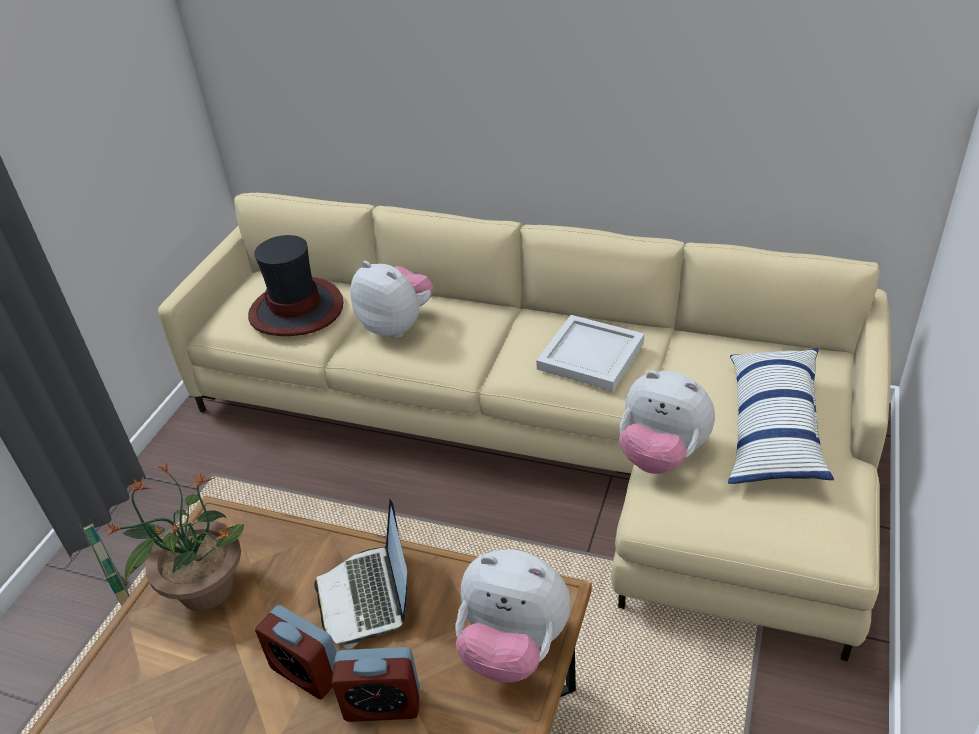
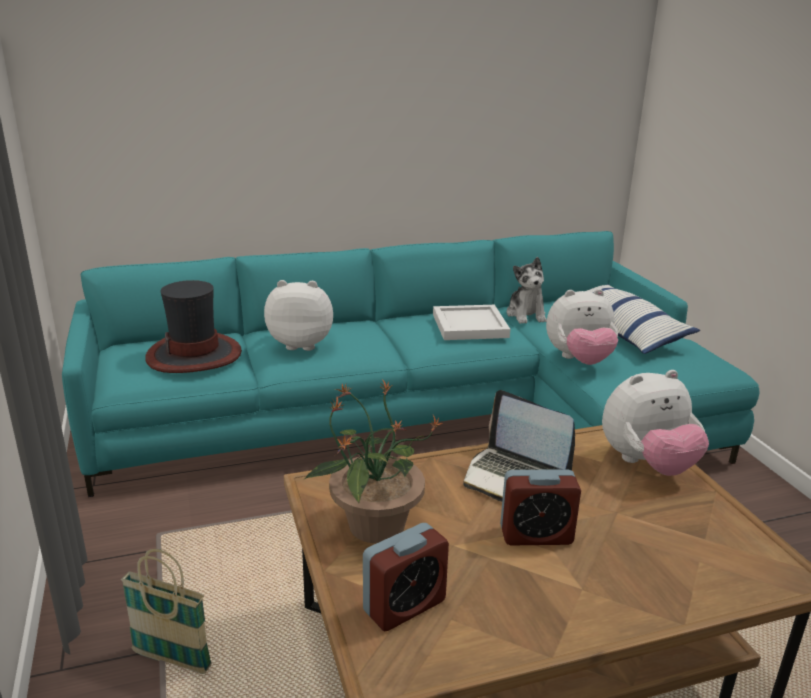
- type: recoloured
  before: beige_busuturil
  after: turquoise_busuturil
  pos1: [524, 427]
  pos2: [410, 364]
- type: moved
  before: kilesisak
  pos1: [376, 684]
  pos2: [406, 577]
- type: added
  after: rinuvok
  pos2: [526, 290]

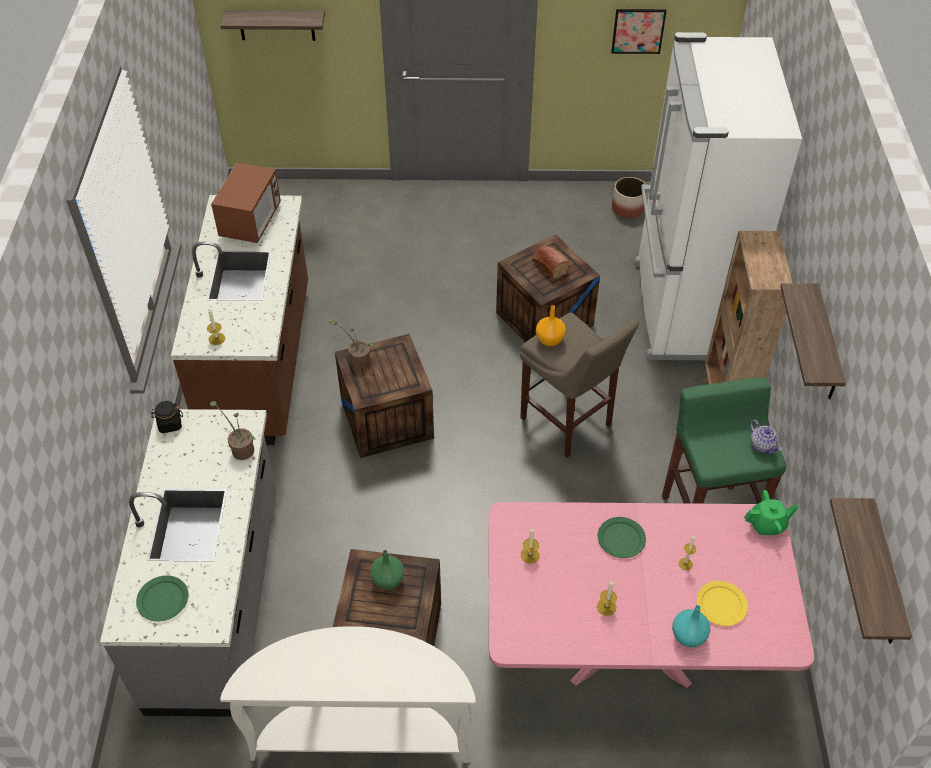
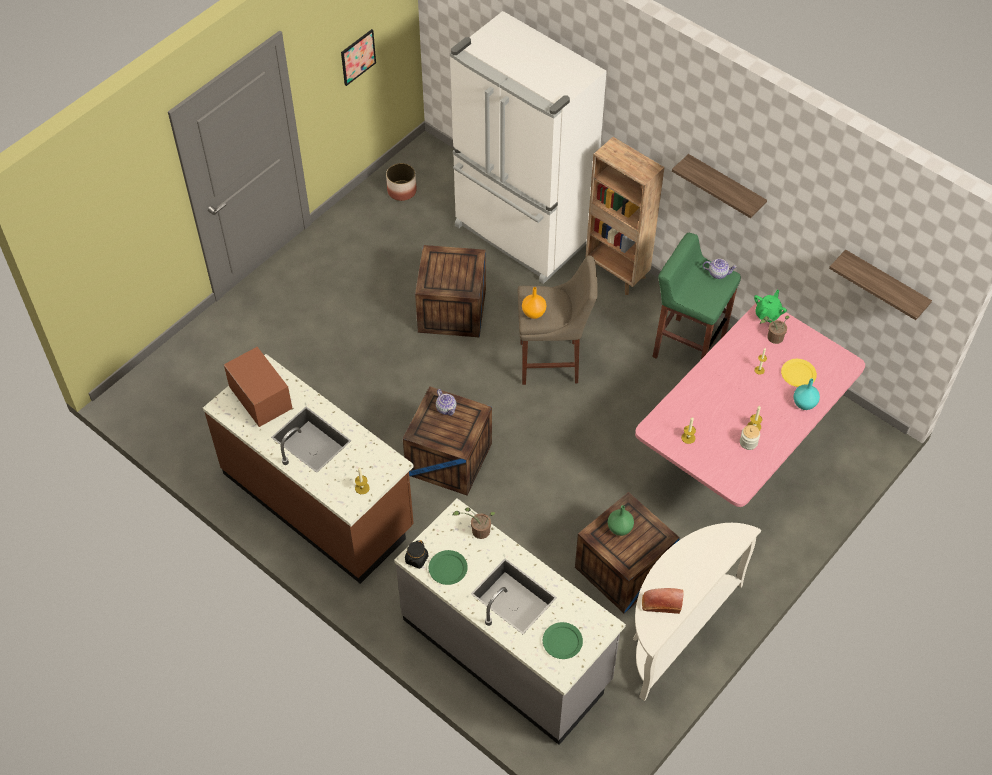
- type: moved
  before: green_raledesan
  pos1: [622, 537]
  pos2: [448, 567]
- type: added
  after: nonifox
  pos2: [446, 402]
- type: moved
  before: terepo
  pos1: [550, 263]
  pos2: [663, 601]
- type: added
  after: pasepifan
  pos2: [750, 437]
- type: moved
  before: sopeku
  pos1: [352, 345]
  pos2: [774, 330]
- type: removed
  before: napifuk
  pos1: [272, 25]

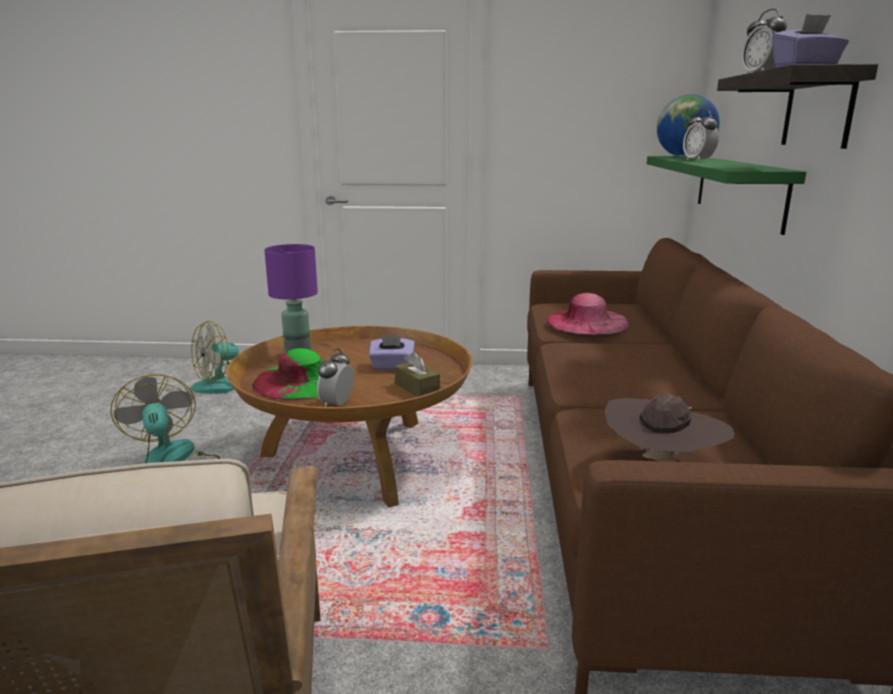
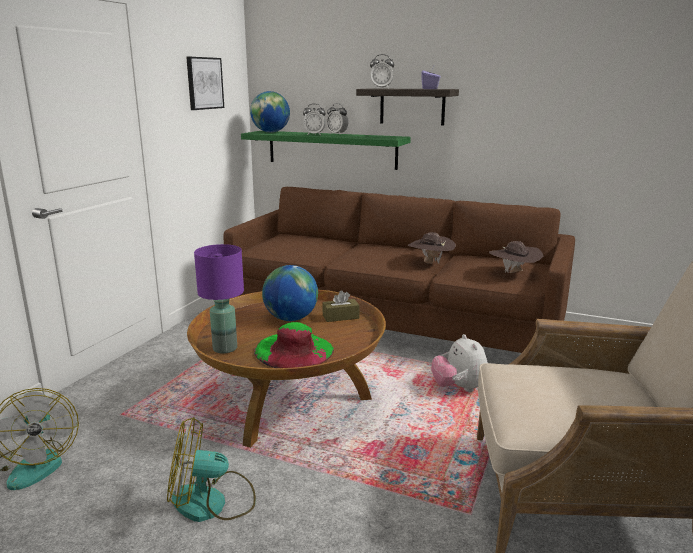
- type: added
  after: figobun
  pos2: [205, 83]
- type: replaced
  before: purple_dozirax
  after: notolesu
  pos1: [392, 352]
  pos2: [290, 293]
- type: moved
  before: kilesisak
  pos1: [335, 377]
  pos2: [337, 118]
- type: added
  after: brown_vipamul
  pos2: [431, 248]
- type: added
  after: rinuvok
  pos2: [459, 363]
- type: removed
  before: pink_vipamul
  pos1: [588, 313]

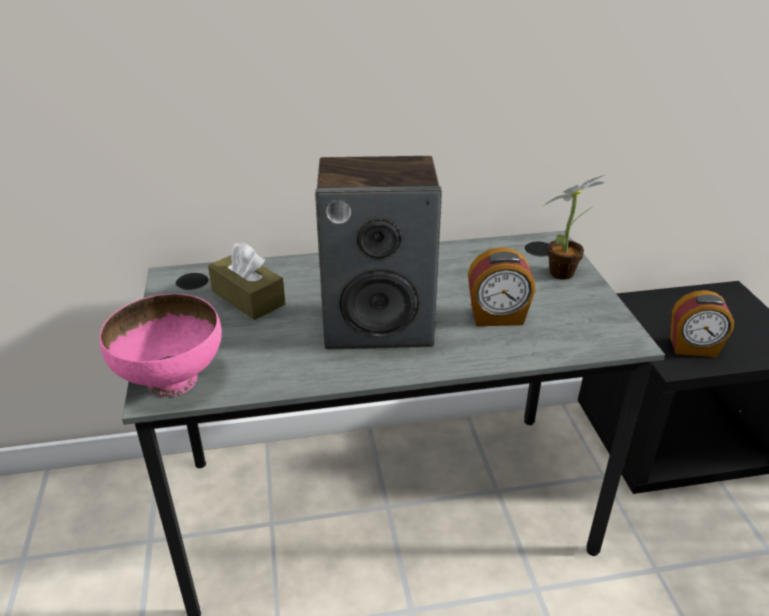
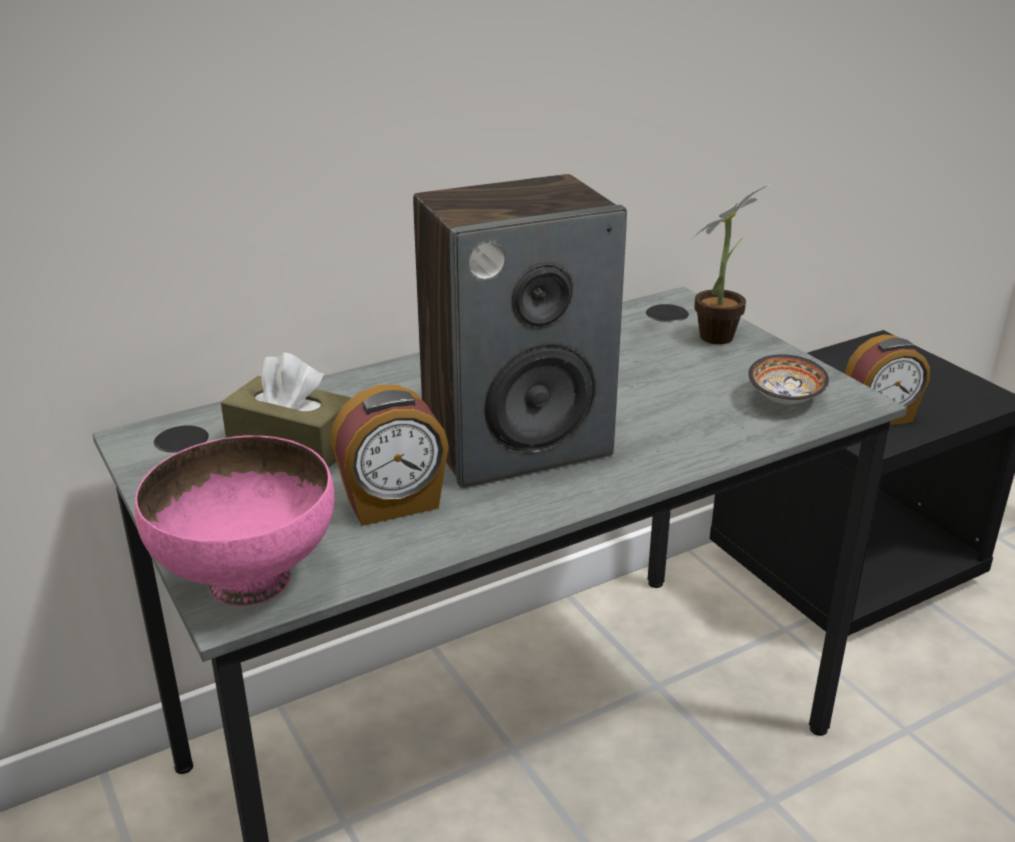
- type: moved
  before: kilesisak
  pos1: [502, 286]
  pos2: [390, 455]
- type: added
  after: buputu
  pos2: [788, 379]

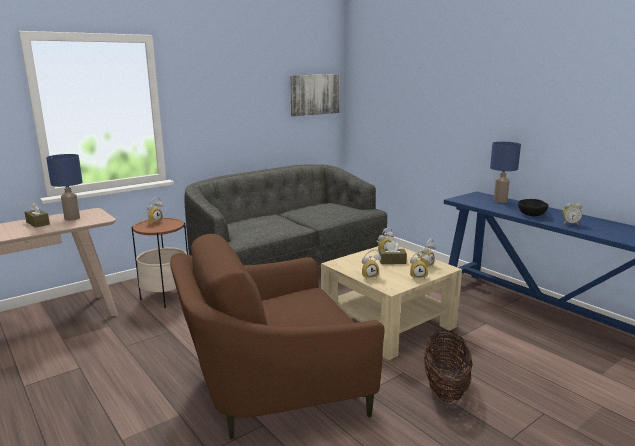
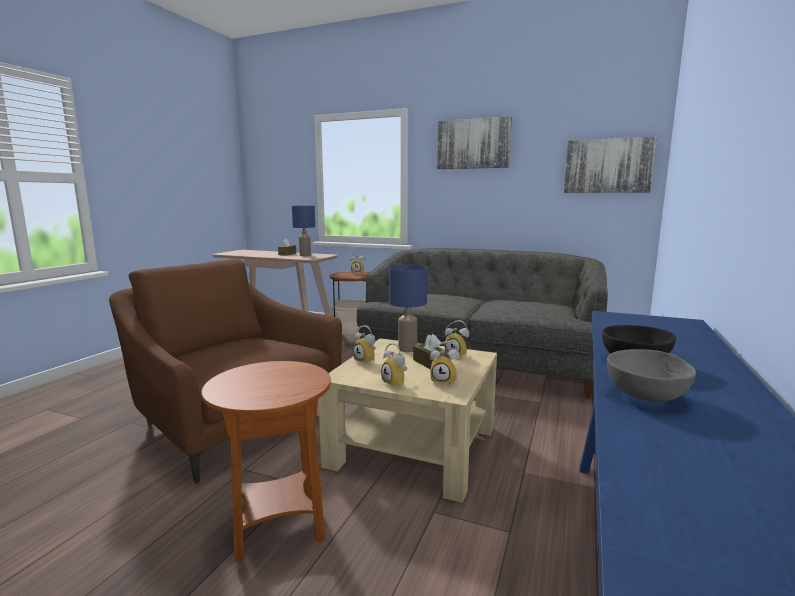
- type: replaced
  before: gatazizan
  after: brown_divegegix
  pos1: [448, 366]
  pos2: [266, 462]
- type: moved
  before: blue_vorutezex
  pos1: [505, 172]
  pos2: [408, 308]
- type: added
  after: figobun
  pos2: [474, 142]
- type: replaced
  before: kilesisak
  after: grey_buputu
  pos1: [572, 214]
  pos2: [651, 375]

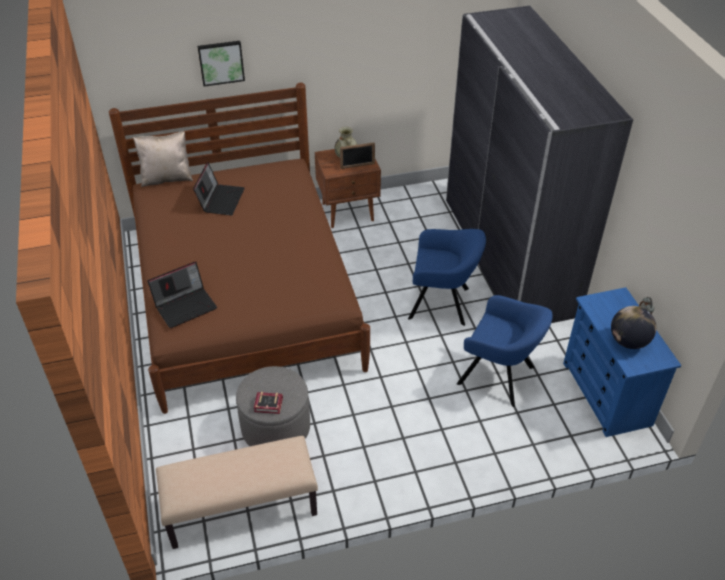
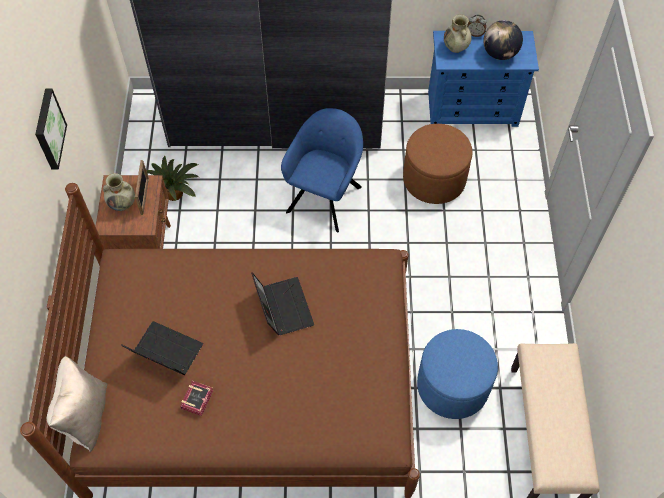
- type: moved
  before: figobun
  pos1: [221, 64]
  pos2: [51, 129]
- type: added
  after: sopeku
  pos2: [172, 178]
- type: moved
  before: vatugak
  pos1: [268, 403]
  pos2: [197, 398]
- type: moved
  before: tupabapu
  pos1: [182, 294]
  pos2: [282, 303]
- type: replaced
  before: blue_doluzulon
  after: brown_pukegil
  pos1: [505, 351]
  pos2: [437, 164]
- type: recoloured
  before: grey_pukegil
  after: blue_pukegil
  pos1: [273, 406]
  pos2: [457, 374]
- type: added
  after: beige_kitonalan
  pos2: [458, 34]

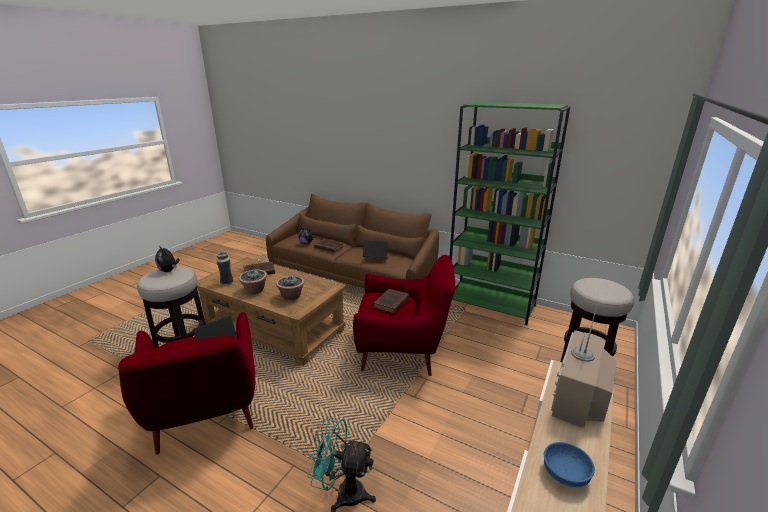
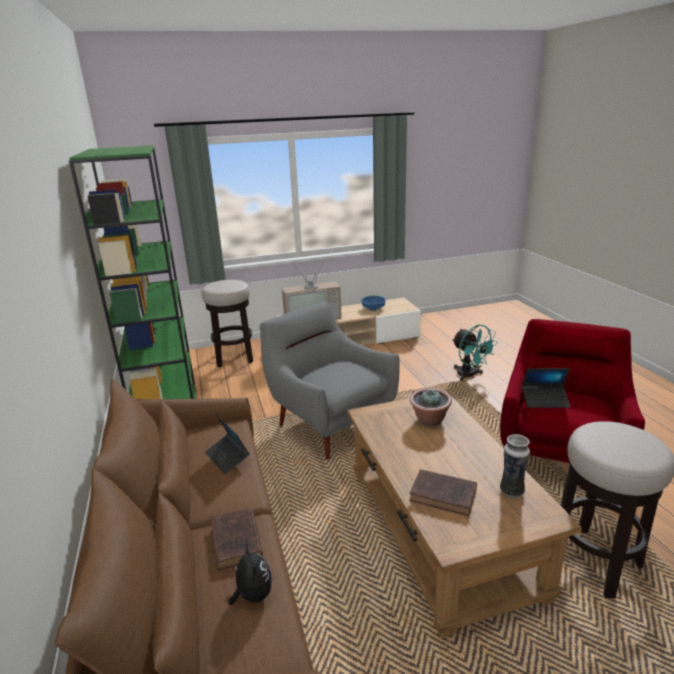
- type: recoloured
  before: red_doluzulon
  after: grey_doluzulon
  pos1: [404, 315]
  pos2: [330, 381]
- type: removed
  before: rinuvok
  pos1: [167, 258]
- type: removed
  before: sopeku
  pos1: [253, 281]
- type: removed
  before: brown_vatugak
  pos1: [391, 301]

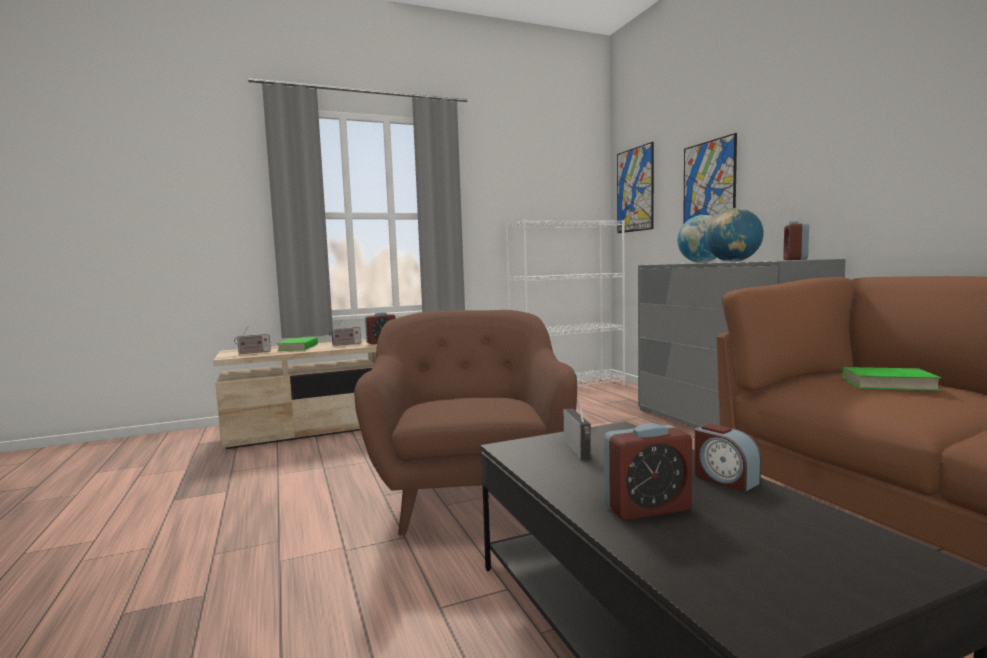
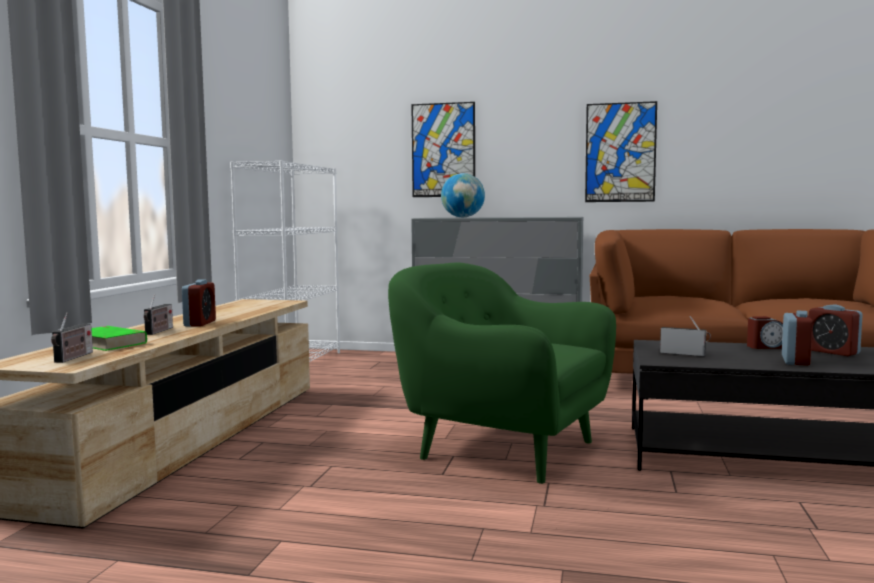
- type: recoloured
  before: brown_doluzulon
  after: green_doluzulon
  pos1: [465, 423]
  pos2: [502, 373]
- type: moved
  before: figobun
  pos1: [635, 187]
  pos2: [621, 151]
- type: moved
  before: kilesisak
  pos1: [796, 240]
  pos2: [836, 330]
- type: removed
  before: notolesu
  pos1: [735, 235]
- type: removed
  before: green_vatugak
  pos1: [887, 379]

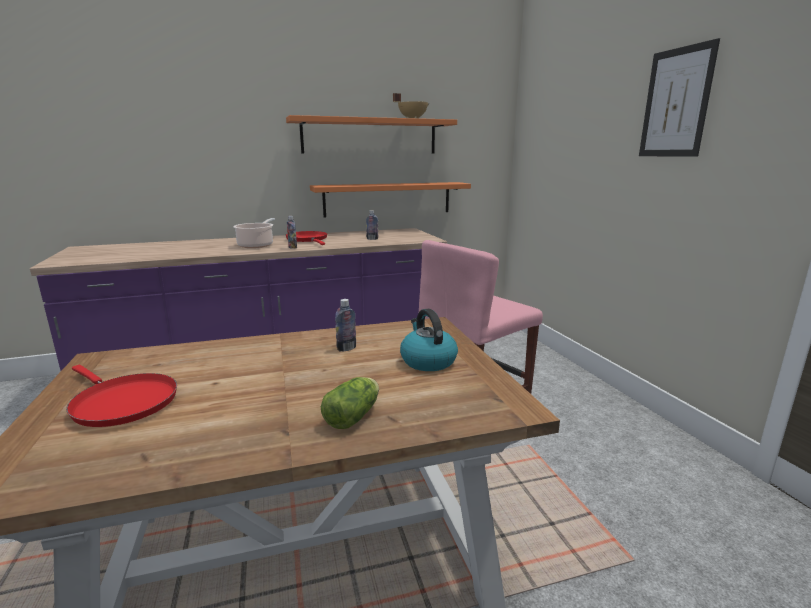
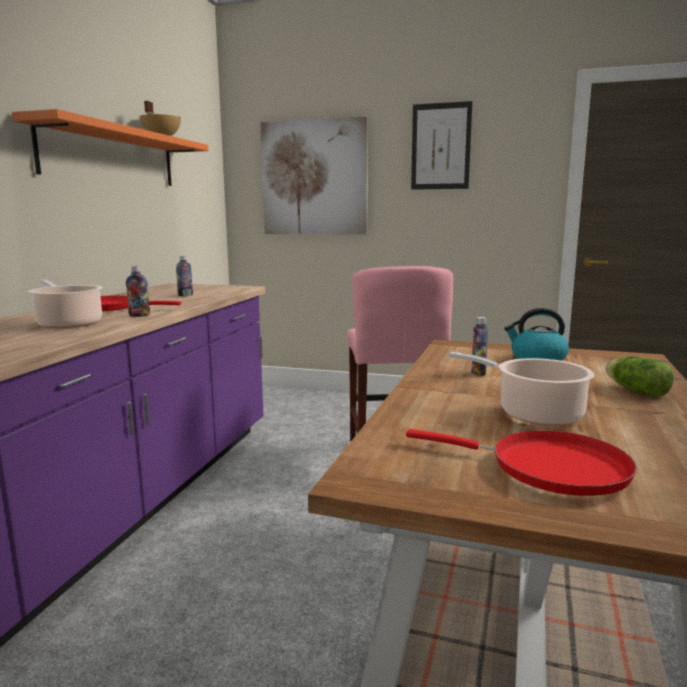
- type: added
  after: figobun
  pos2: [314, 175]
- type: turned
  before: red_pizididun
  pos1: [121, 396]
  pos2: [521, 462]
  turn: 45
- type: added
  after: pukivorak
  pos2: [521, 389]
- type: removed
  before: orange_napifuk
  pos1: [390, 199]

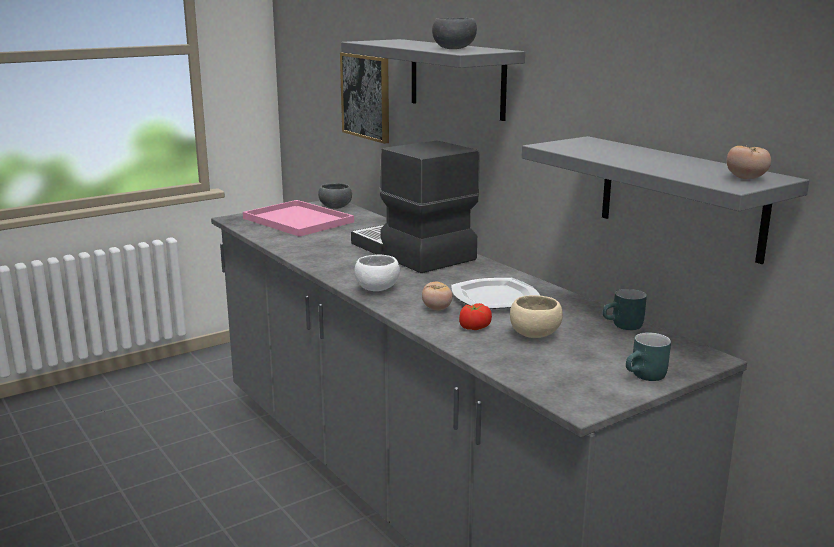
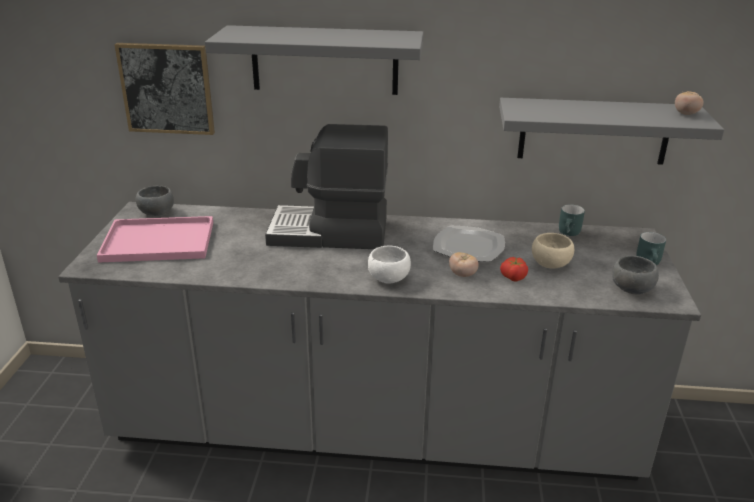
- type: moved
  before: grey_buputu
  pos1: [454, 33]
  pos2: [635, 274]

